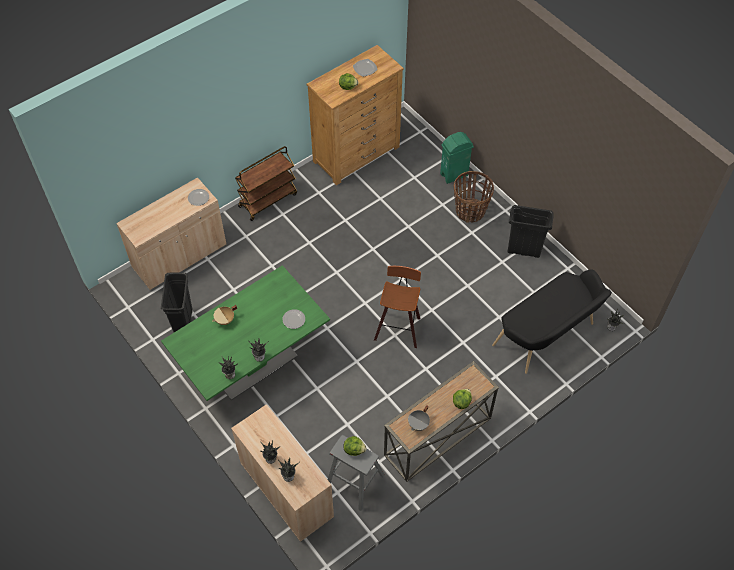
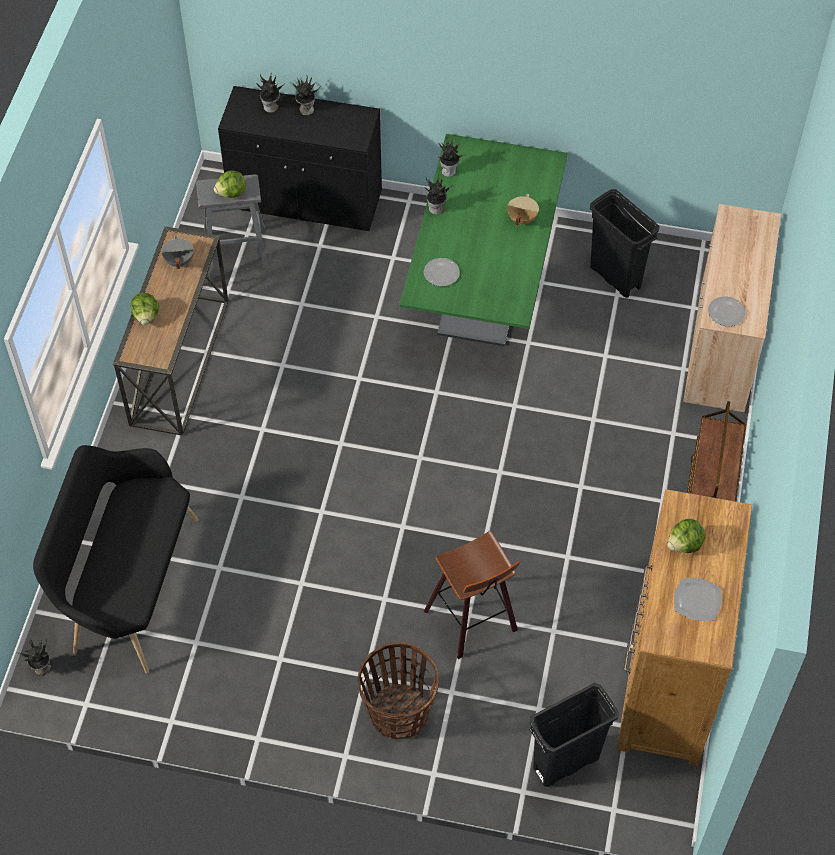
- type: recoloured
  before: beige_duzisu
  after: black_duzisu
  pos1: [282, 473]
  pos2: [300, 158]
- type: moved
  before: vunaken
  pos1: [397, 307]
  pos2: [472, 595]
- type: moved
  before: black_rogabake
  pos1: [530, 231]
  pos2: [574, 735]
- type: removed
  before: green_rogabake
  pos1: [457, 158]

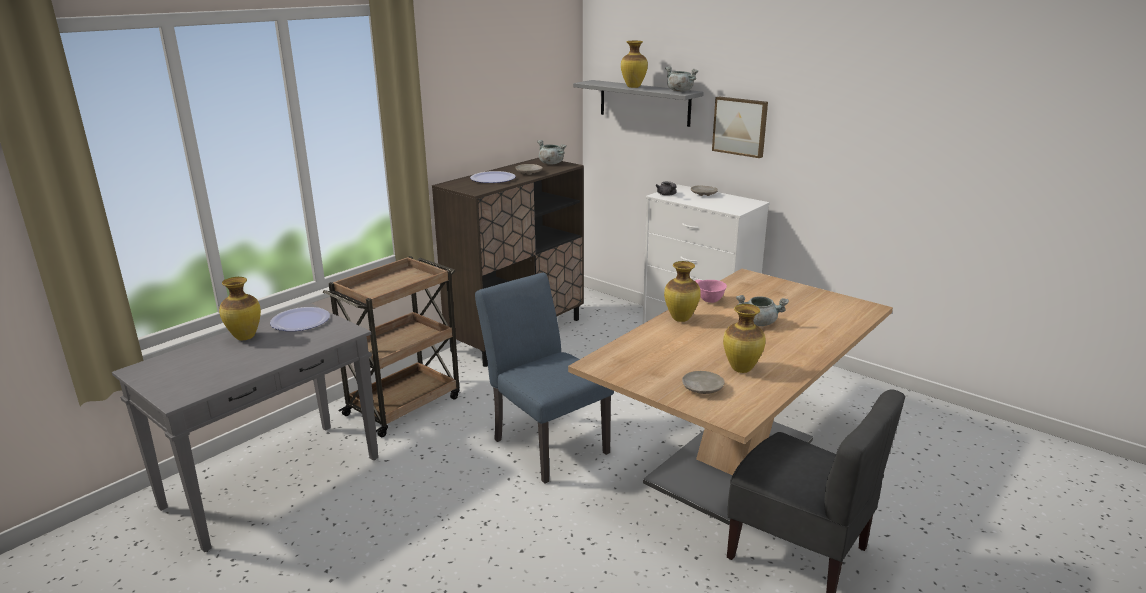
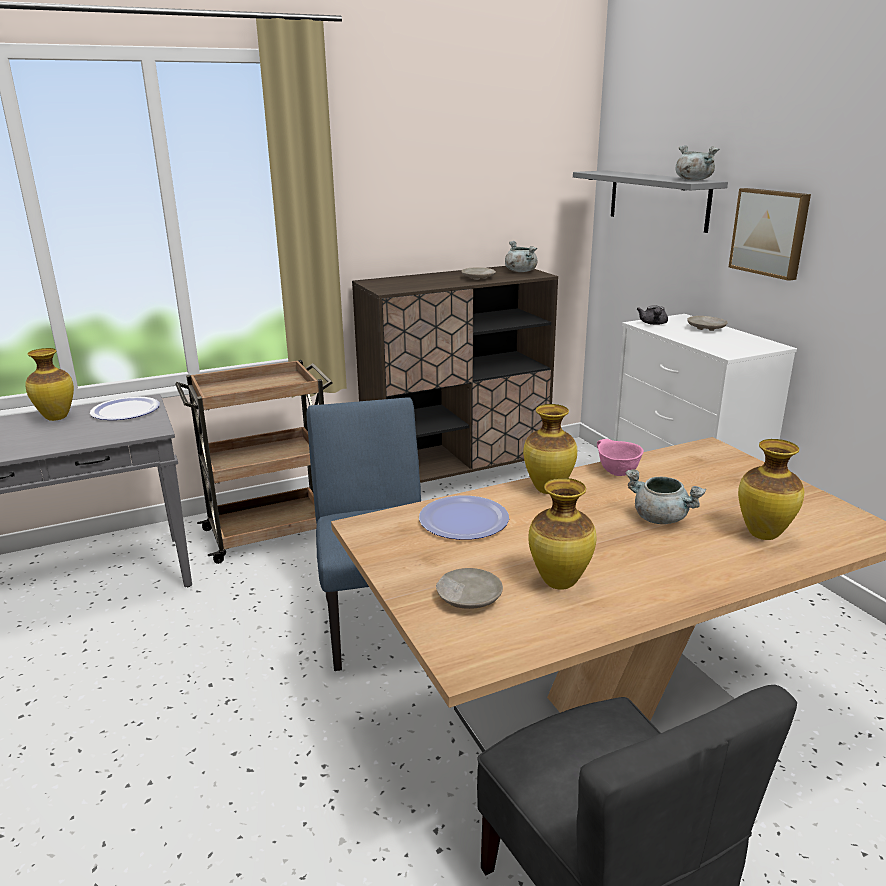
- type: moved
  before: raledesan
  pos1: [493, 177]
  pos2: [464, 518]
- type: moved
  before: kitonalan
  pos1: [634, 64]
  pos2: [771, 489]

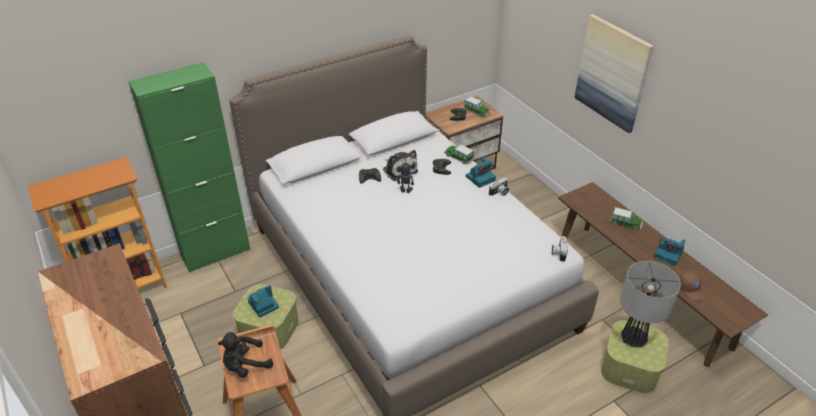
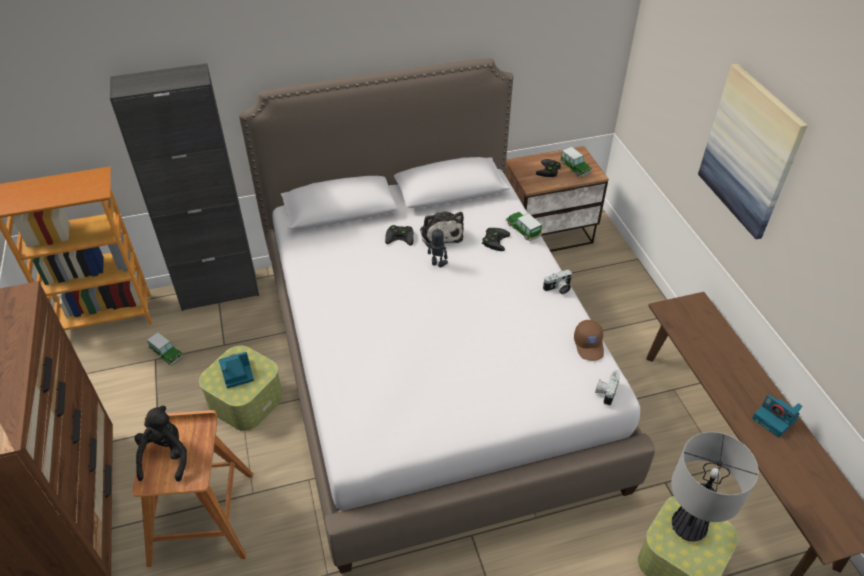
- type: recoloured
  before: green_duzisu
  after: black_duzisu
  pos1: [189, 167]
  pos2: [184, 187]
- type: turned
  before: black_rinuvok
  pos1: [245, 355]
  pos2: [160, 444]
  turn: 105
- type: moved
  before: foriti
  pos1: [626, 218]
  pos2: [165, 349]
- type: moved
  before: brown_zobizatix
  pos1: [692, 286]
  pos2: [589, 340]
- type: removed
  before: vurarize
  pos1: [481, 173]

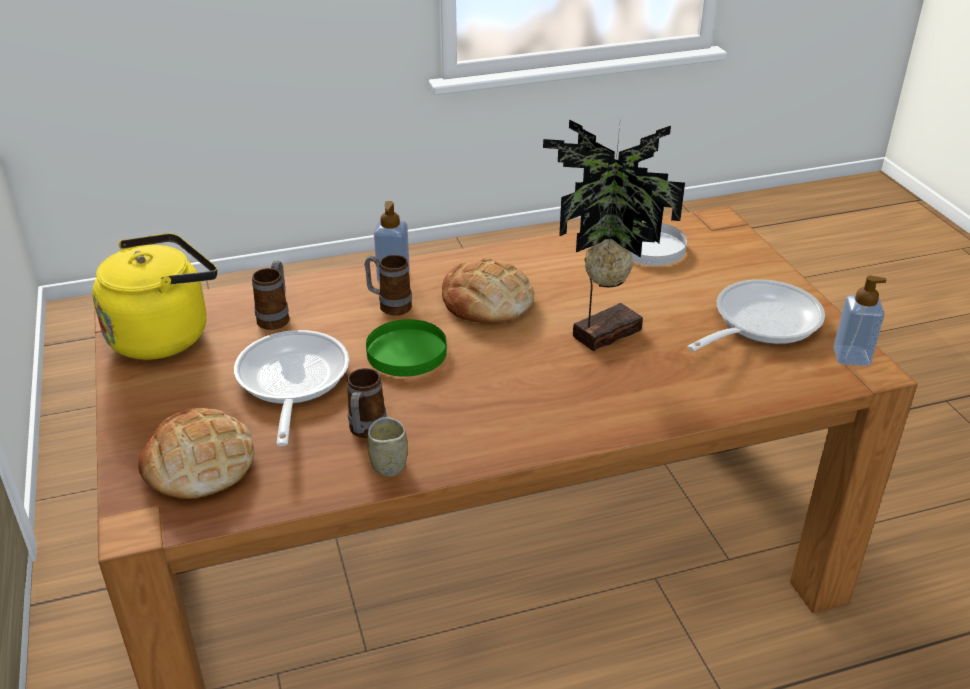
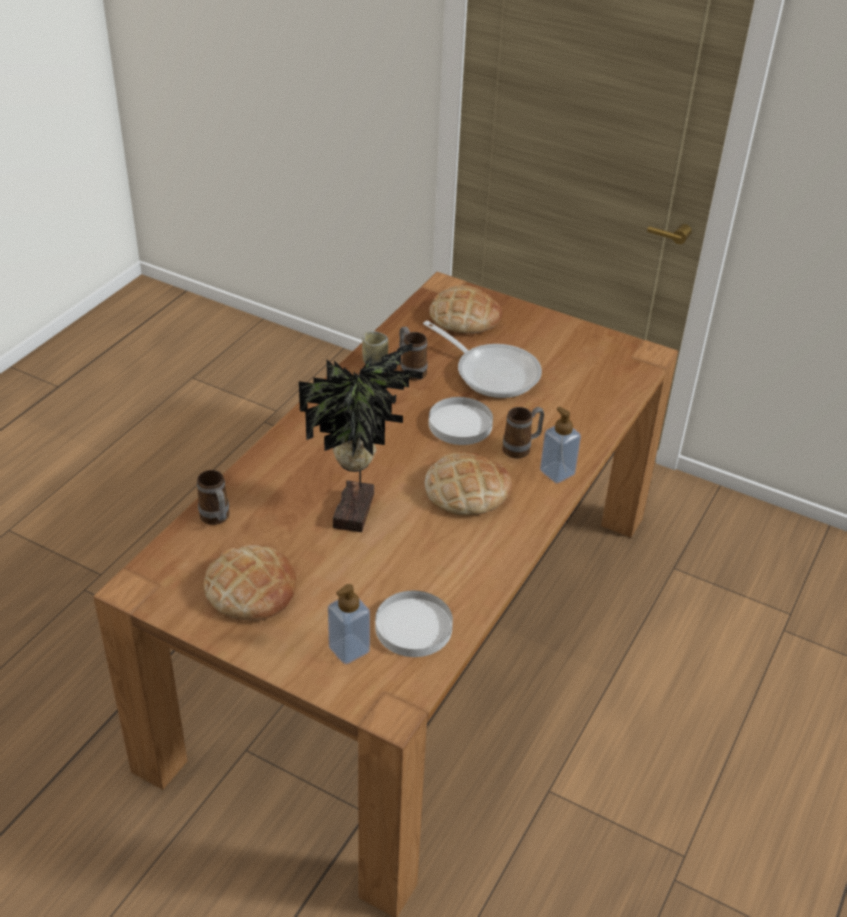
- type: moved
  before: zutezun
  pos1: [270, 295]
  pos2: [213, 497]
- type: replaced
  before: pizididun
  after: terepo
  pos1: [756, 315]
  pos2: [250, 582]
- type: moved
  before: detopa
  pos1: [860, 321]
  pos2: [349, 624]
- type: recoloured
  before: green_raledesan
  after: white_raledesan
  pos1: [406, 348]
  pos2: [461, 421]
- type: removed
  before: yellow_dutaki
  pos1: [154, 296]

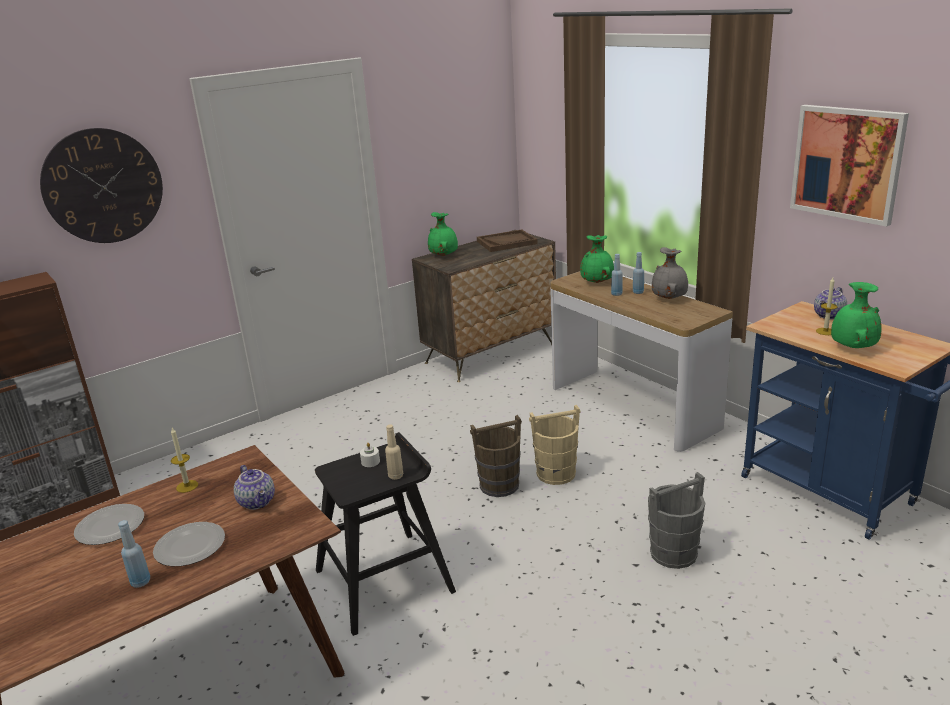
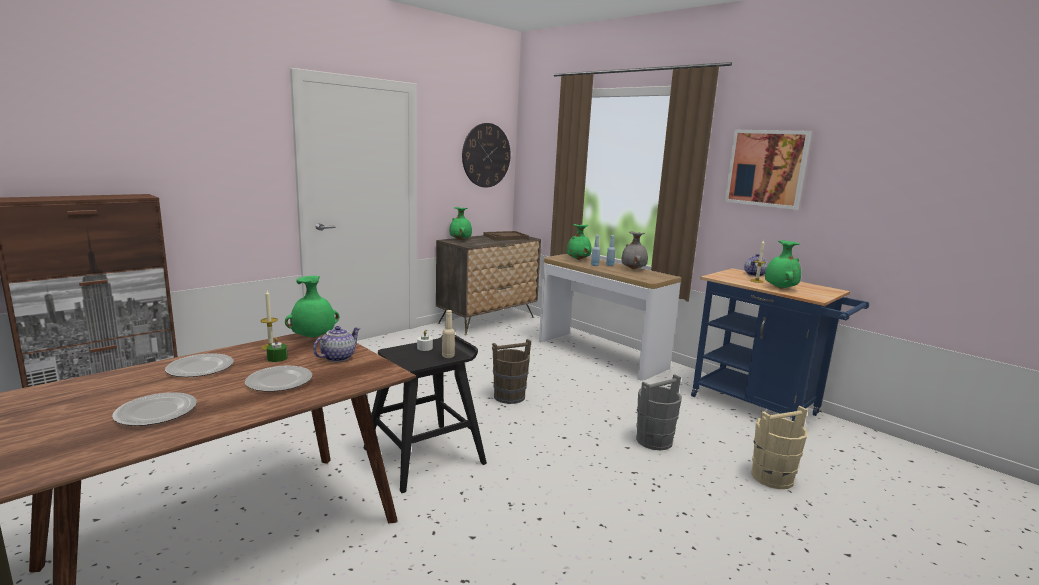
- type: added
  after: raledesan
  pos2: [154, 409]
- type: added
  after: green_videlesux
  pos2: [277, 349]
- type: added
  after: green_kitonalan
  pos2: [312, 307]
- type: turned
  before: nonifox
  pos1: [254, 487]
  pos2: [336, 344]
  turn: -105
- type: moved
  before: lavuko
  pos1: [101, 185]
  pos2: [486, 155]
- type: moved
  before: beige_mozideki
  pos1: [554, 445]
  pos2: [779, 447]
- type: removed
  before: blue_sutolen
  pos1: [134, 554]

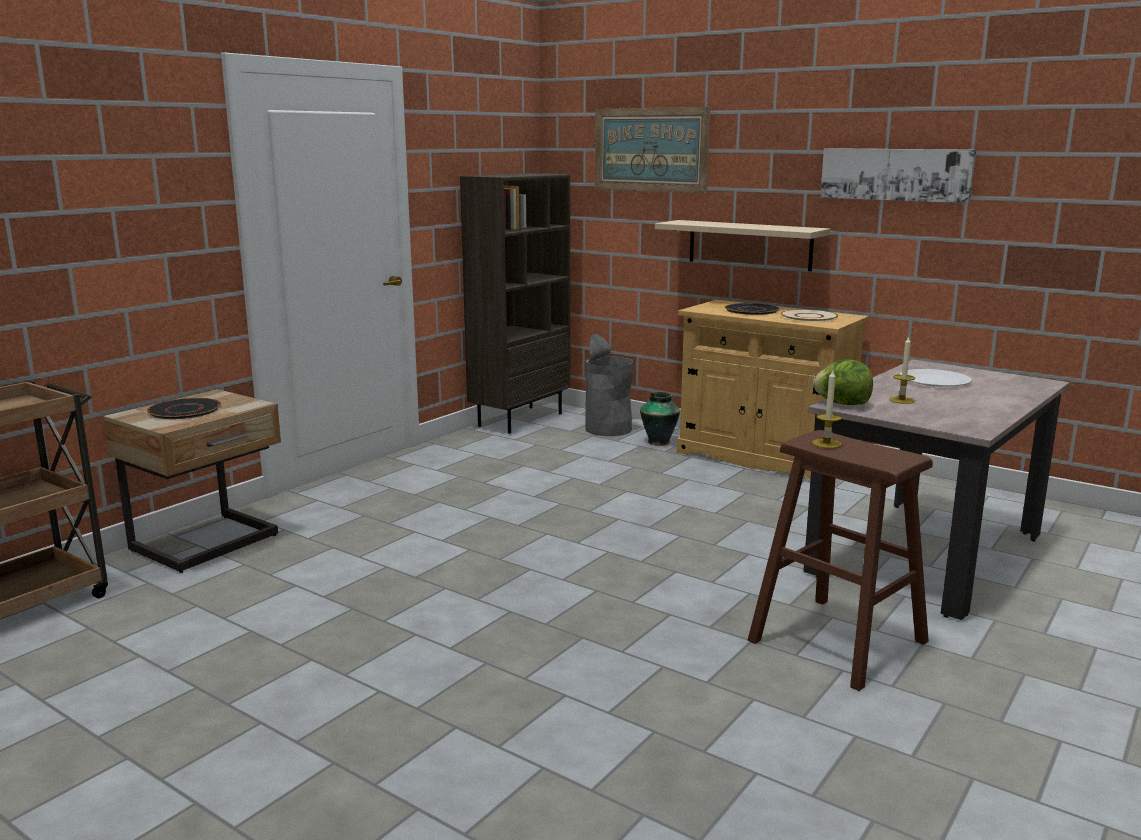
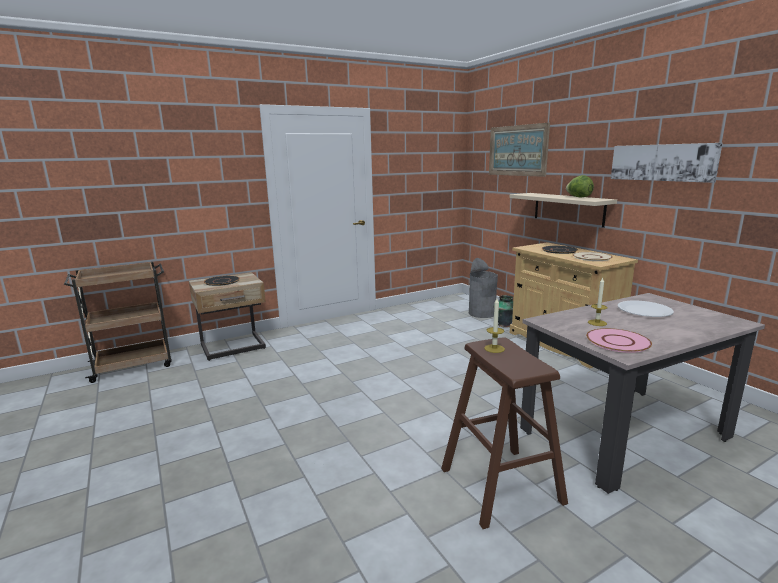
- type: moved
  before: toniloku
  pos1: [843, 382]
  pos2: [580, 186]
- type: added
  after: pink_raledesan
  pos2: [619, 340]
- type: removed
  before: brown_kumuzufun
  pos1: [515, 303]

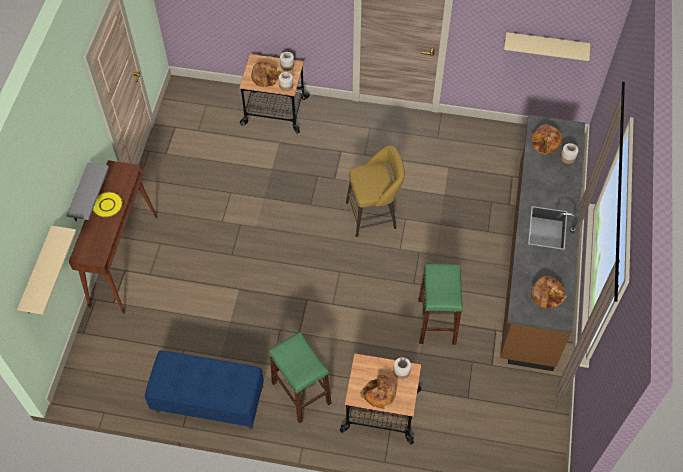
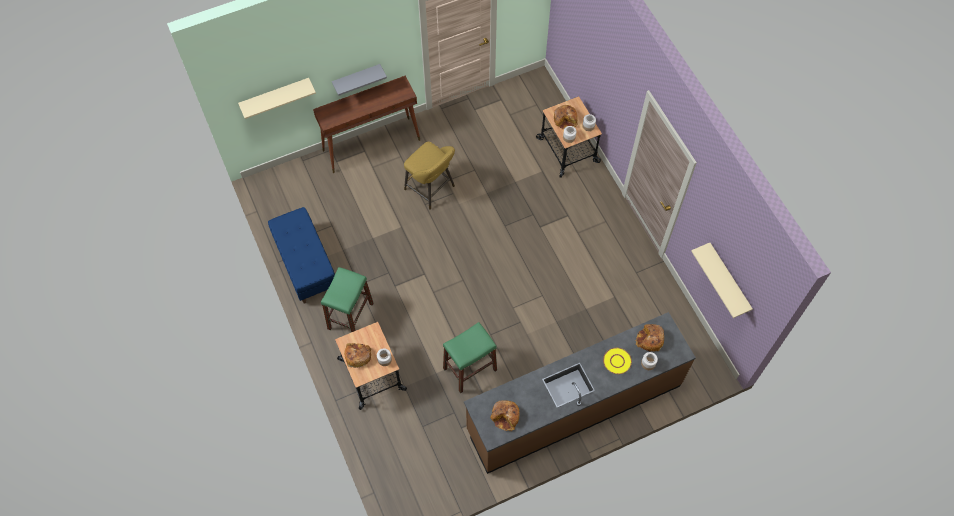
- type: moved
  before: yellow_vunaken
  pos1: [375, 191]
  pos2: [429, 176]
- type: moved
  before: yellow_raledesan
  pos1: [108, 204]
  pos2: [617, 361]

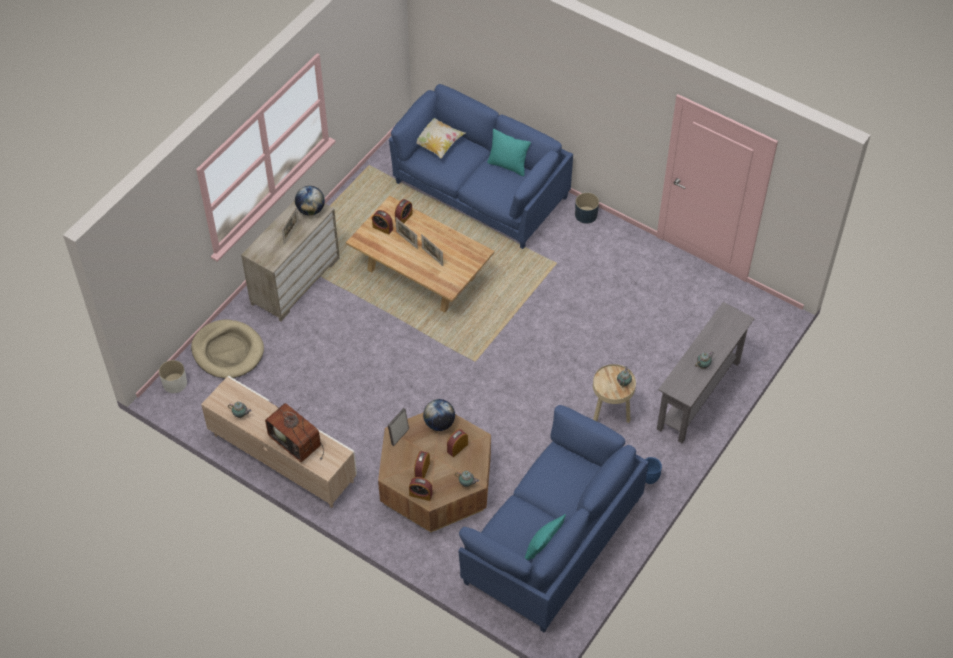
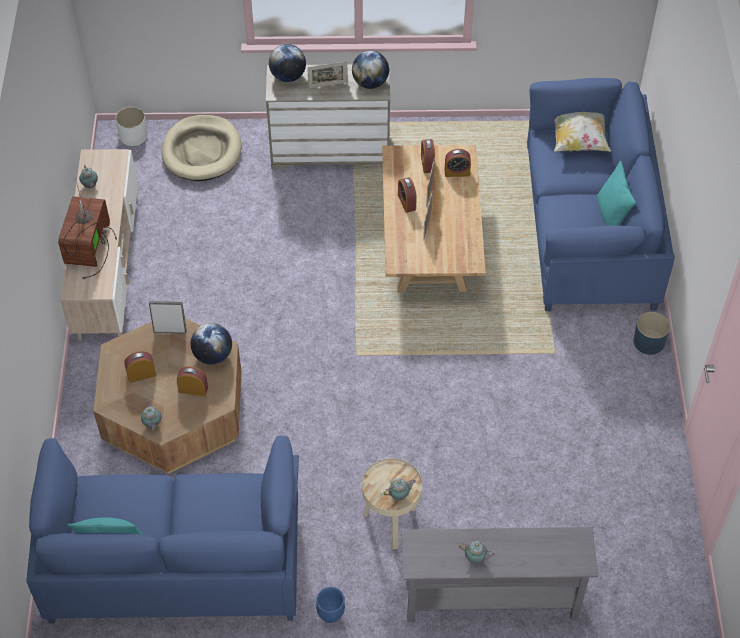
- type: added
  after: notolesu
  pos2: [287, 63]
- type: moved
  before: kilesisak
  pos1: [421, 489]
  pos2: [407, 195]

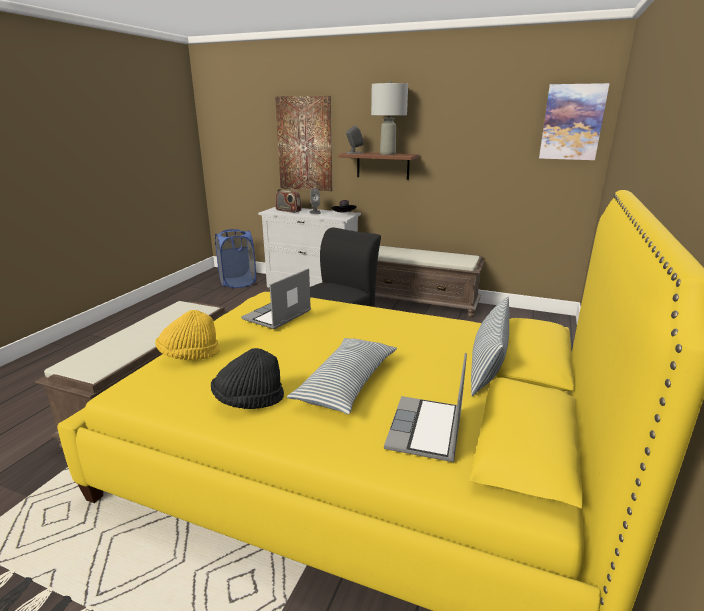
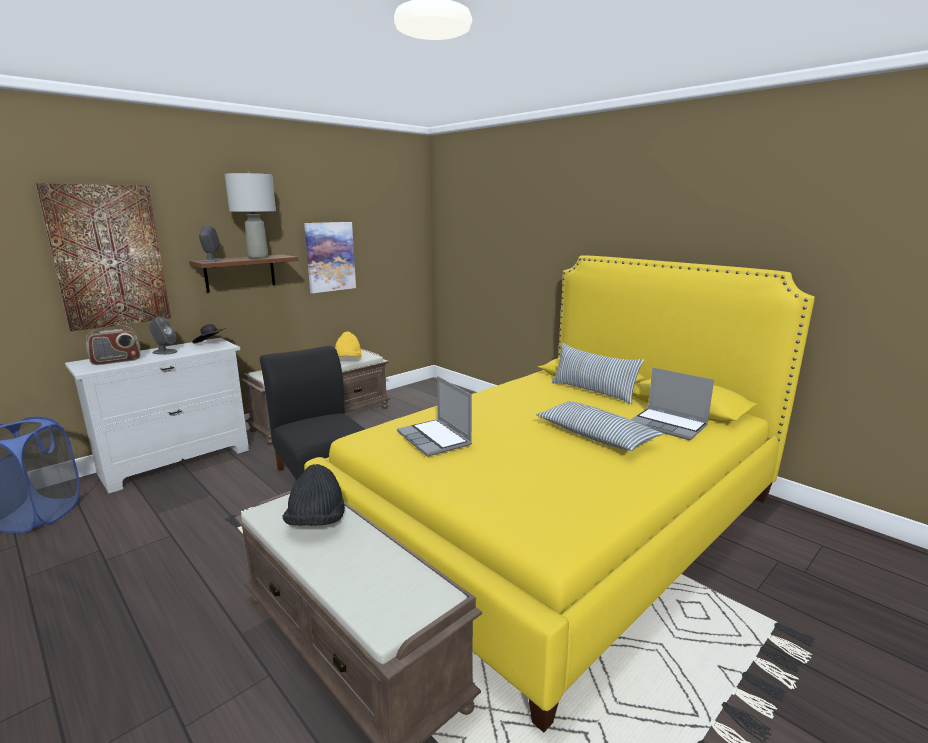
- type: moved
  before: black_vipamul
  pos1: [247, 378]
  pos2: [313, 495]
- type: moved
  before: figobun
  pos1: [574, 121]
  pos2: [330, 257]
- type: moved
  before: yellow_vipamul
  pos1: [187, 335]
  pos2: [348, 344]

